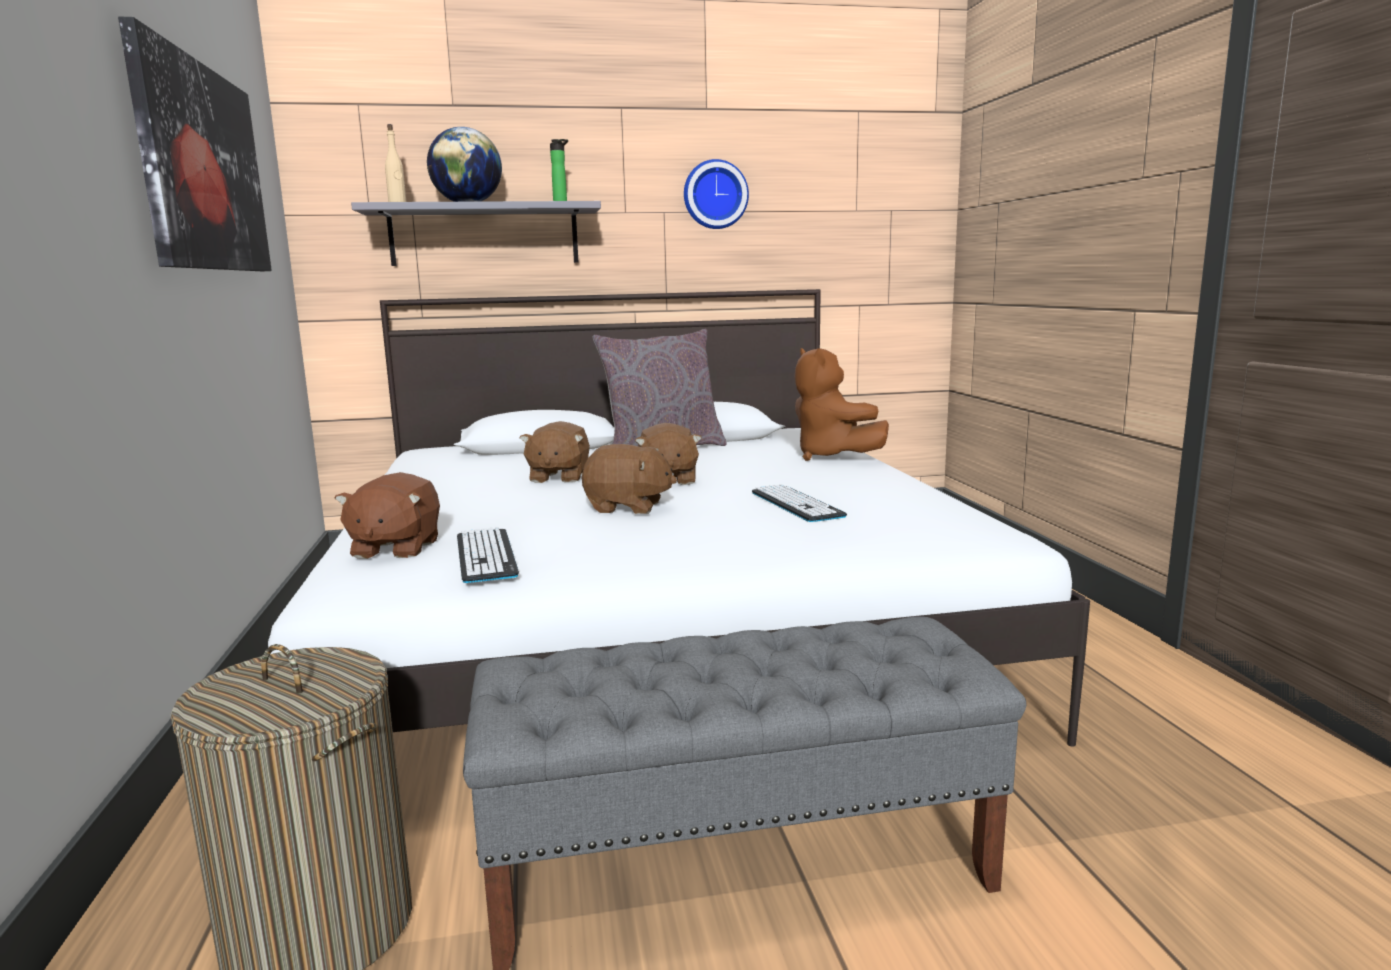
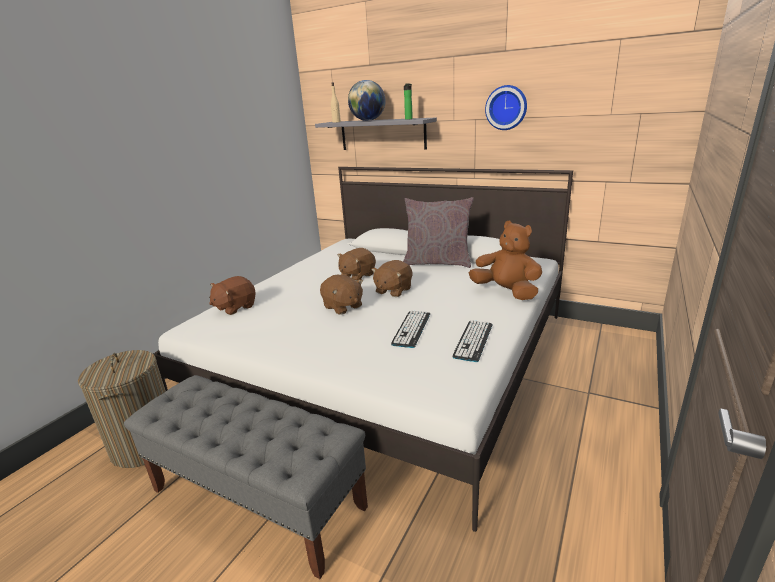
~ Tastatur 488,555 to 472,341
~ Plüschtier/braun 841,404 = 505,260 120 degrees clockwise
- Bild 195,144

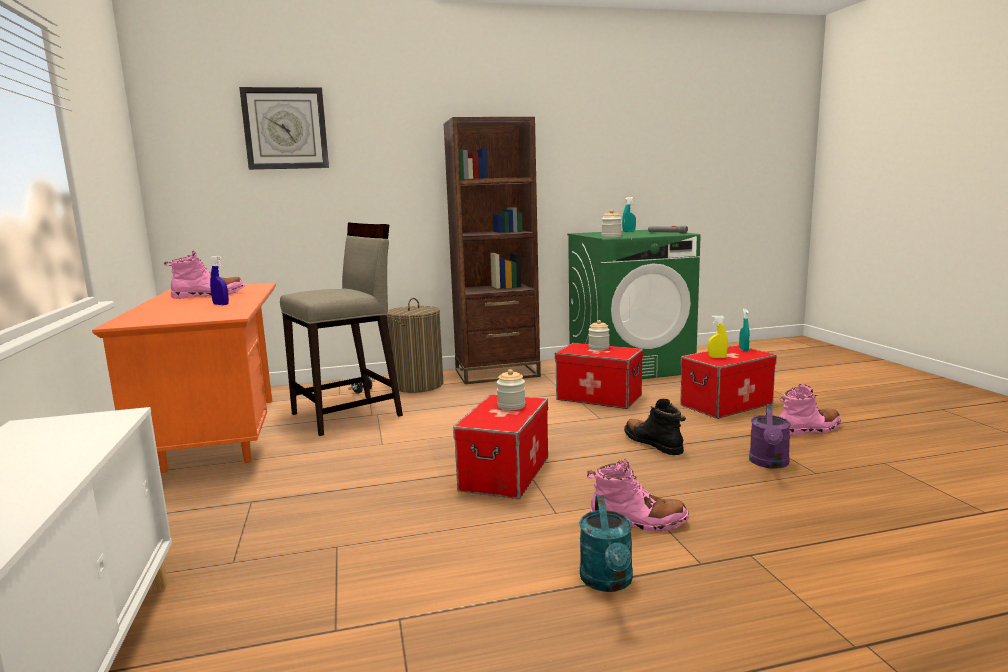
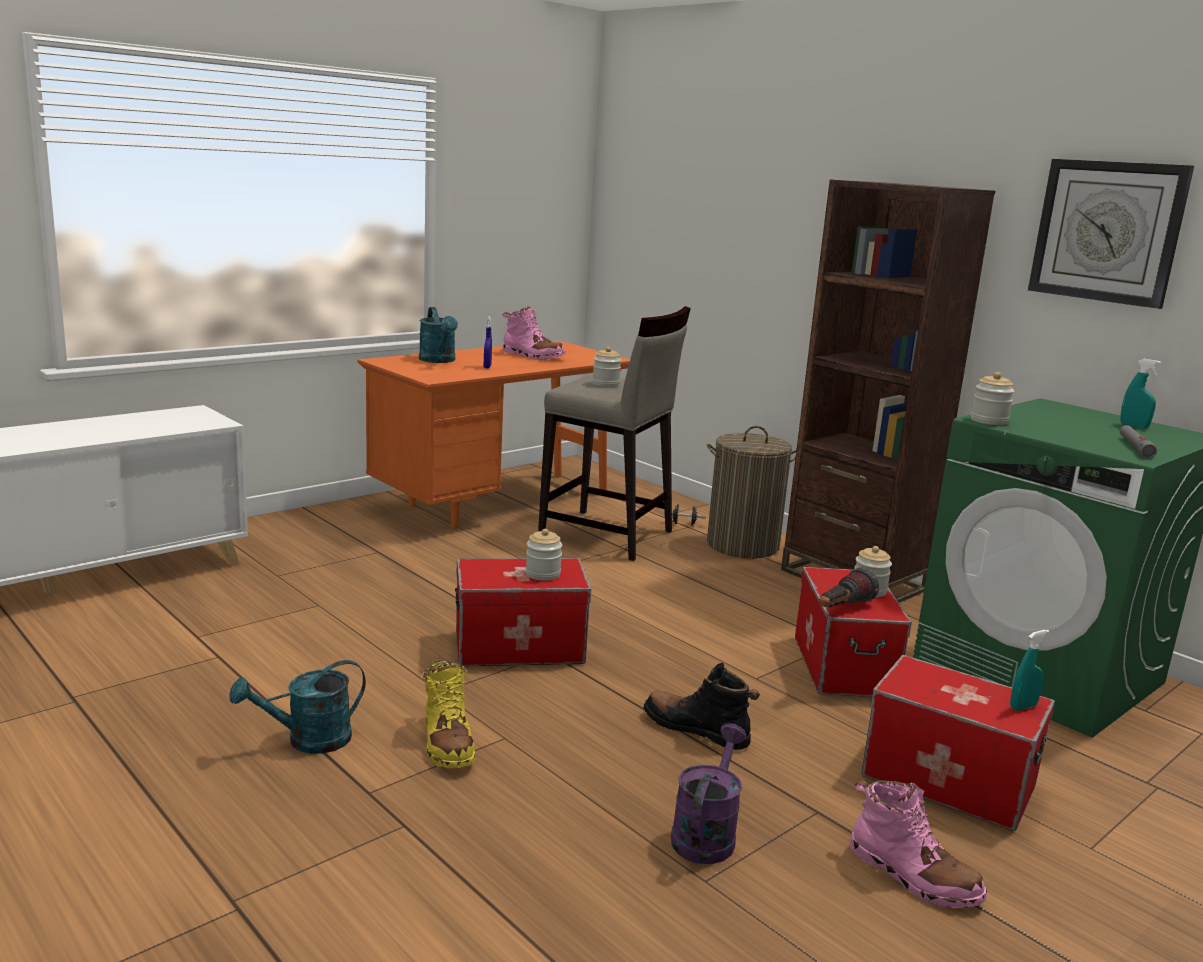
+ Gießkanne/türkis 438,335
~ Stiefel/rosa 638,495 to Stiefel/gelb 449,712
+ Vorratsglas 607,367
~ Stiefel/schwarz 655,427 = 701,706 90 degrees counterclockwise
~ Gießkanne/lila 770,436 = 709,793 120 degrees clockwise
+ Taschenlampe 849,587
~ Wanduhr 284,128 to 1111,234
- Sprühflasche/gelb 718,336

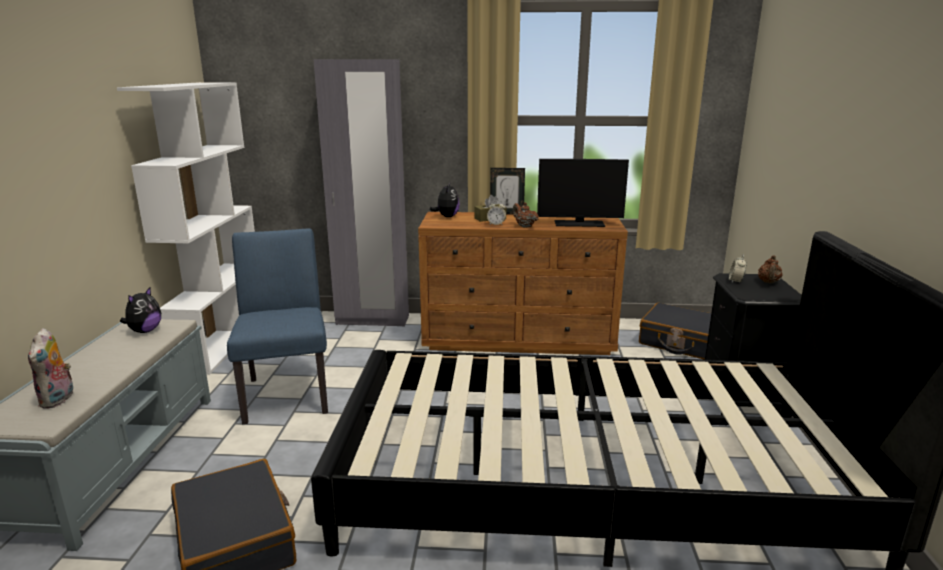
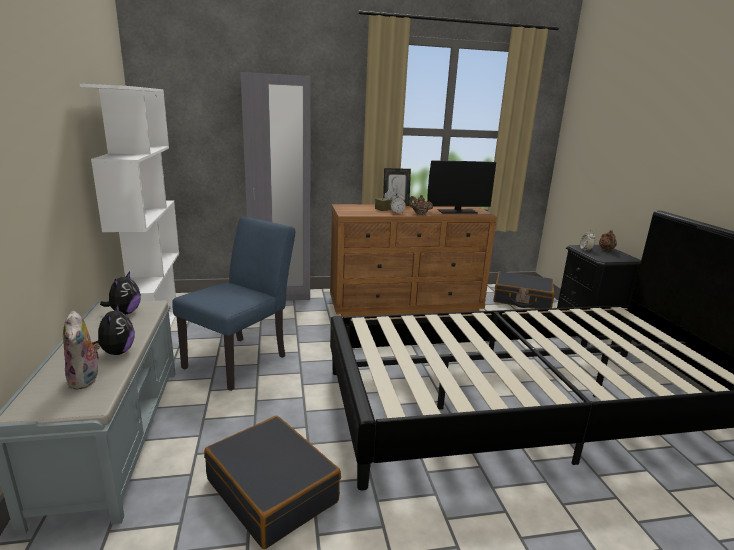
~ Plüschtier 445,200 to 113,329
~ Stuhl/blau 277,326 = 233,303 60 degrees clockwise

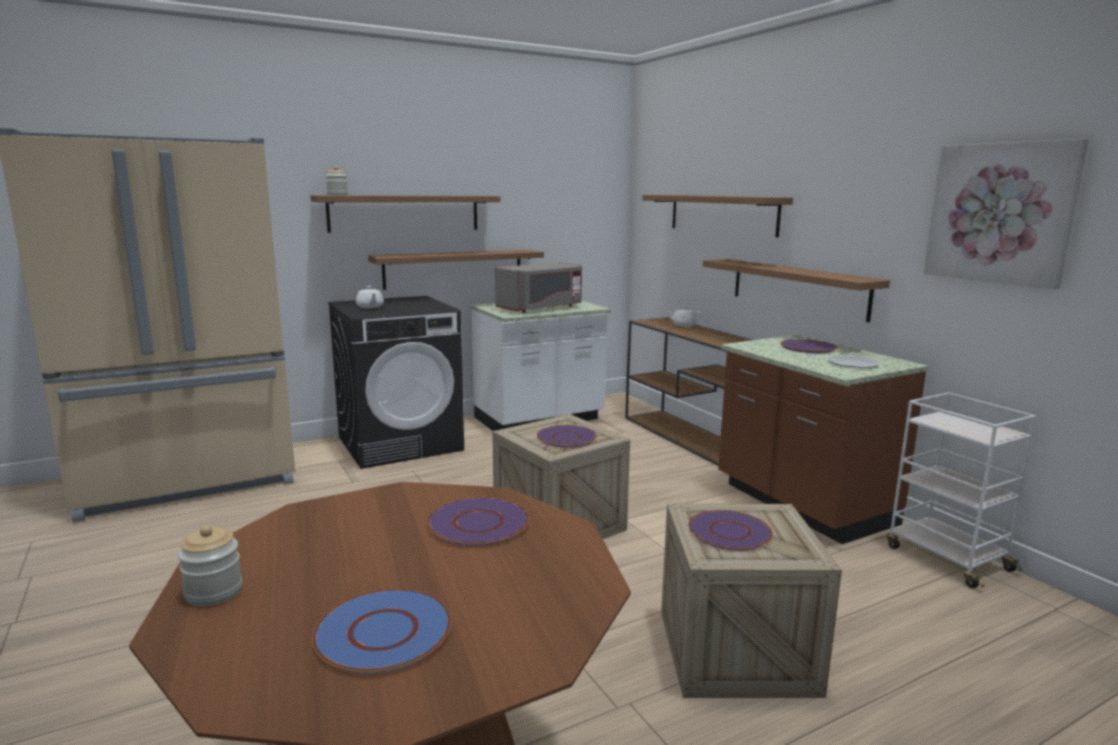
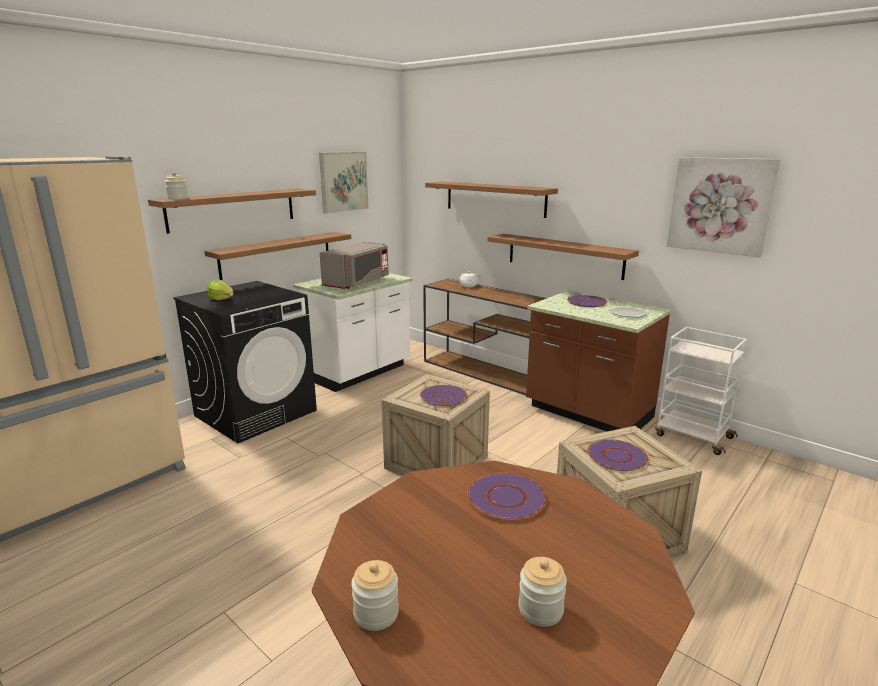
~ Teekanne/weiß 370,297 to Salatkopf 220,290
+ Bild 344,183
~ Teller/blau 382,631 to Vorratsglas 542,592

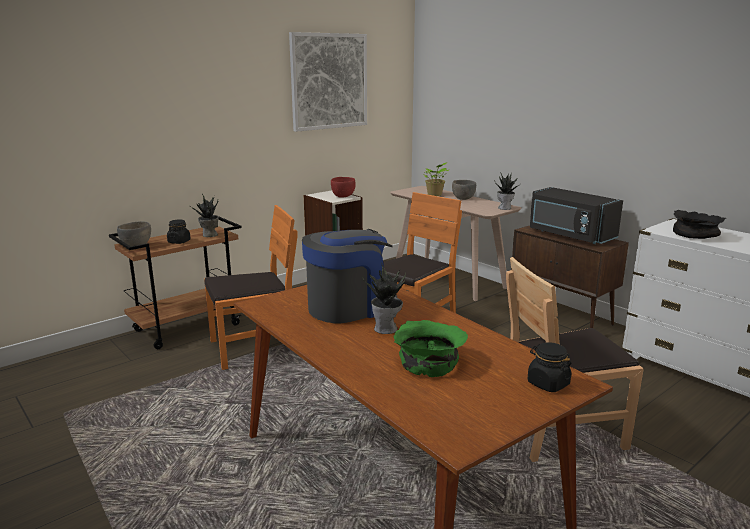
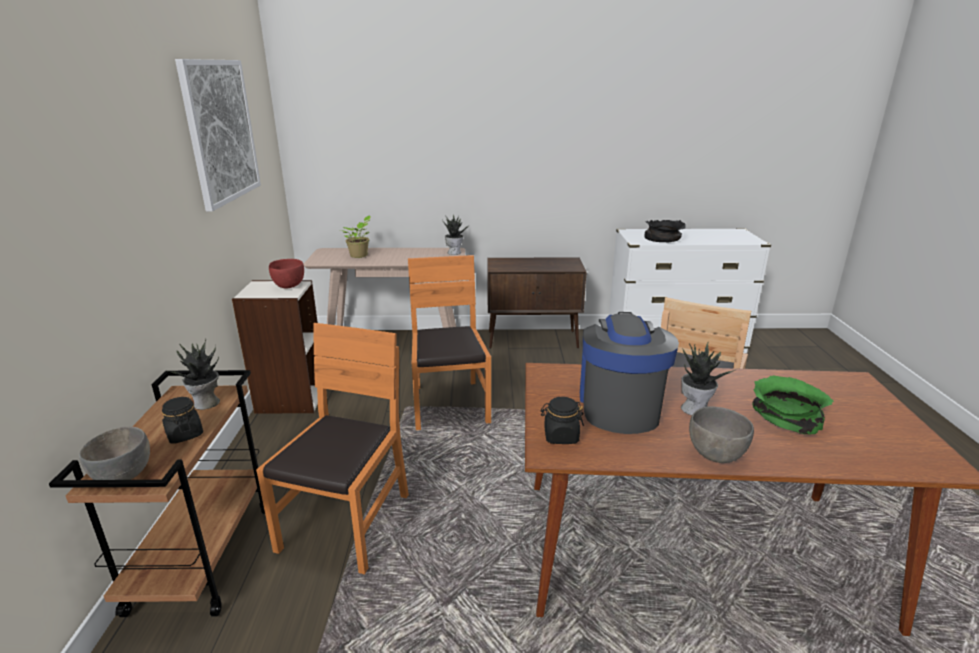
~ Vorratsglas/schwarz 549,367 to 562,420
~ Schüssel/grau 464,190 to 721,434
- Mikrowelle/schwarz 576,215

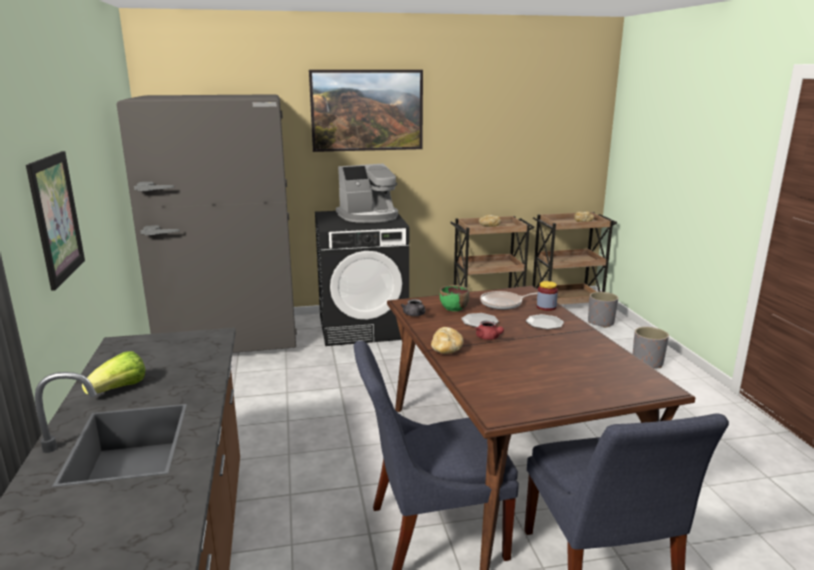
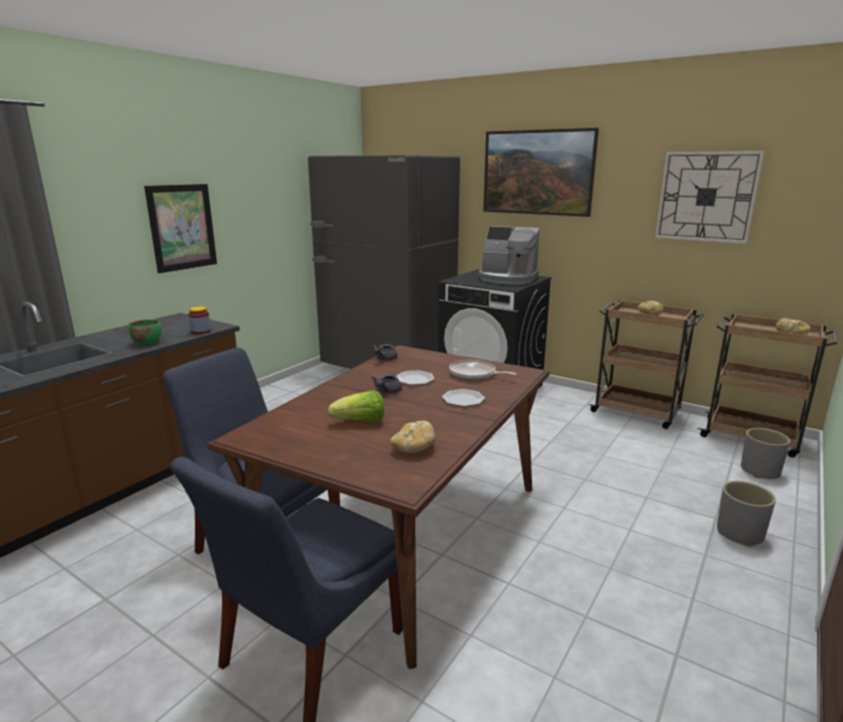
~ Schüssel/grün 454,298 to 145,332
~ Vorratsglas 547,296 to 199,320
~ Salatkopf 113,372 to 356,406
~ Teekanne/rot 489,330 to Teekanne/grau 386,384
~ Brot 447,340 to 412,436
+ Wanduhr 709,197

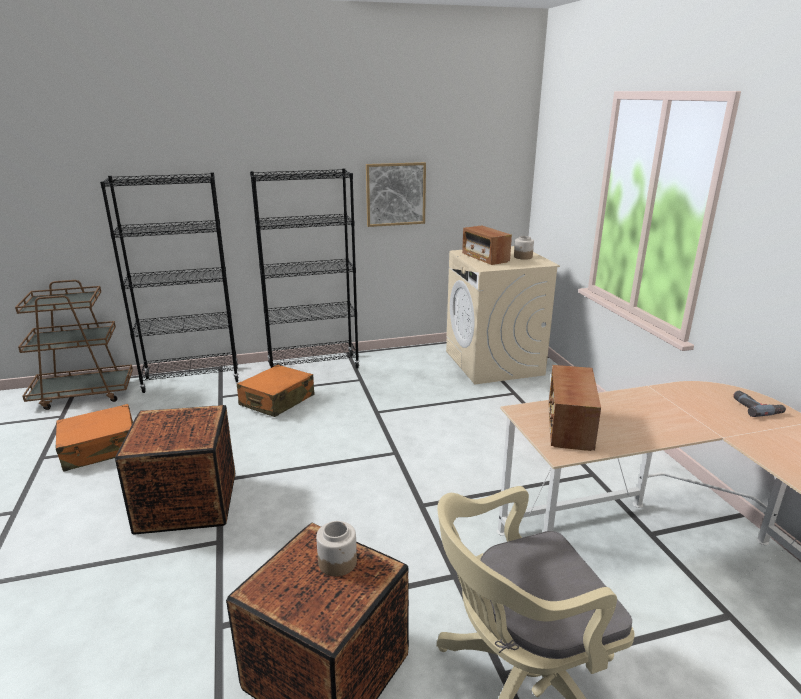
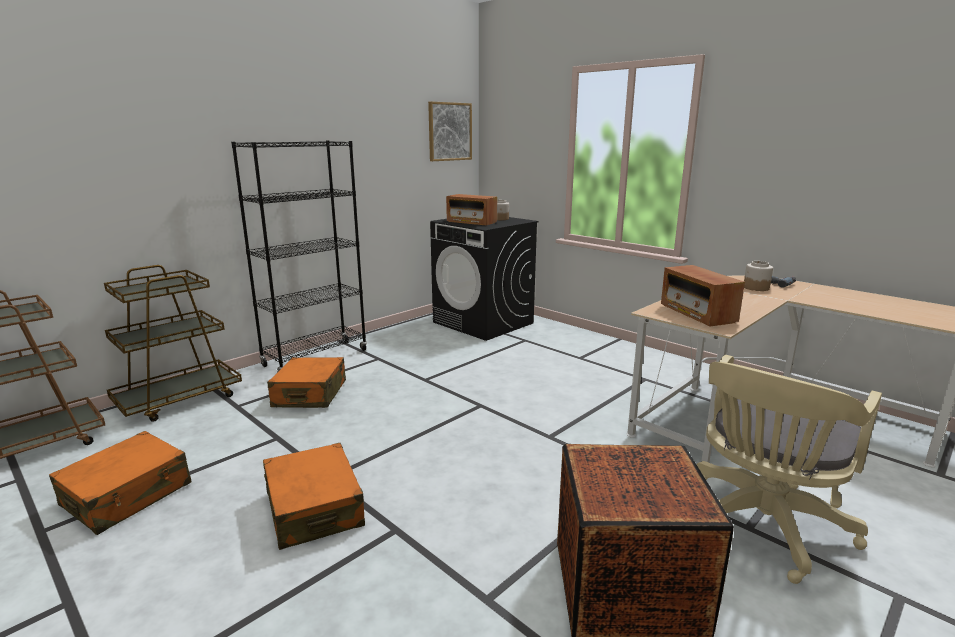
~ Bücherregal/schwarz 169,282 to Rollwagen/braun 173,343
~ Kiste 175,470 to Koffer/orange 314,496
~ Bild 396,194 to 450,131
~ Waschmaschine/beige 503,315 to Waschmaschine/schwarz 484,279
~ Vorratsglas 336,549 to 758,276

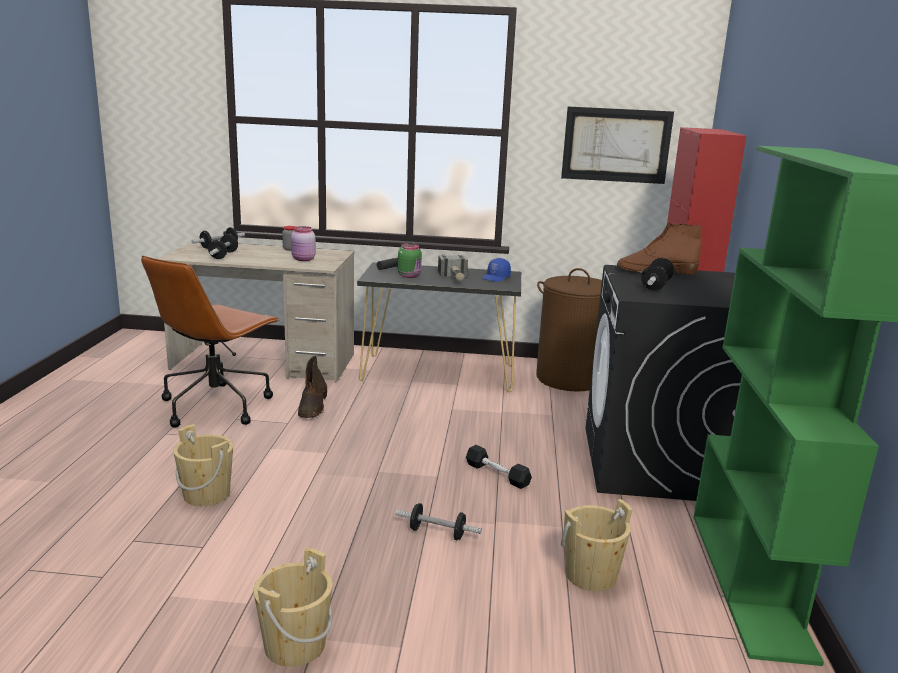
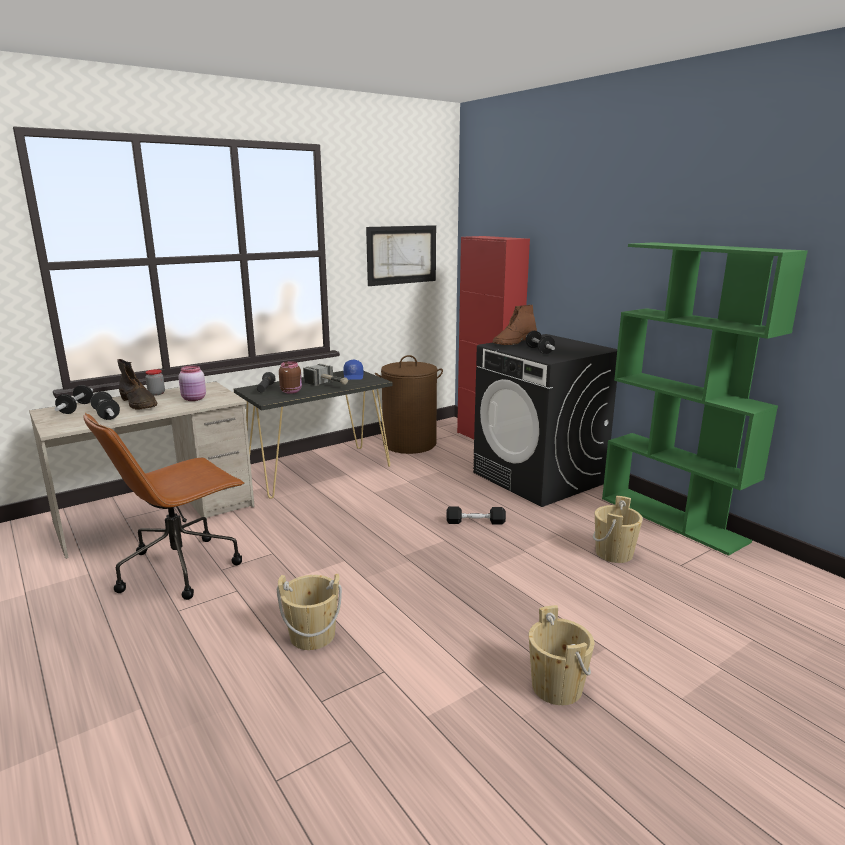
~ Bürostuhl/braun 210,342 = 164,506 60 degrees clockwise
~ Stiefel/braun 312,387 to 137,384
~ Vorratsglas/grün 410,260 to Vorratsglas/braun 290,377
- Hantel 439,521

